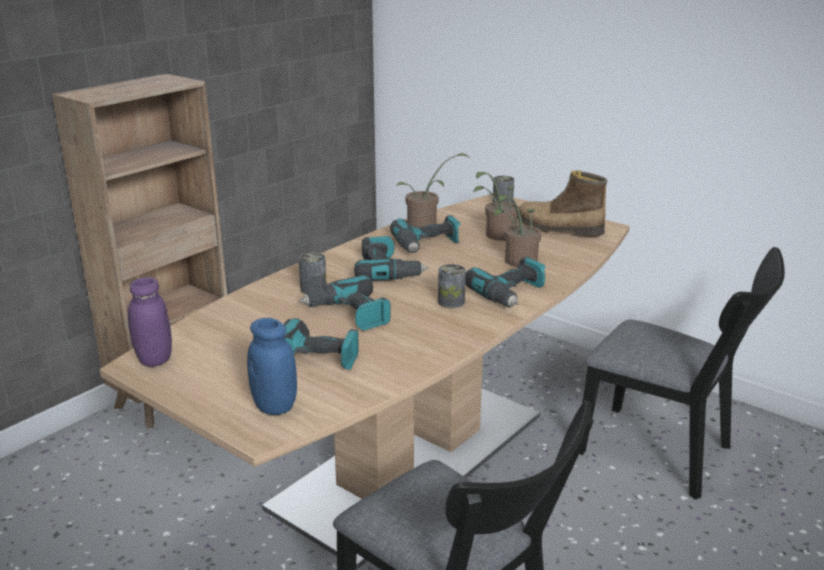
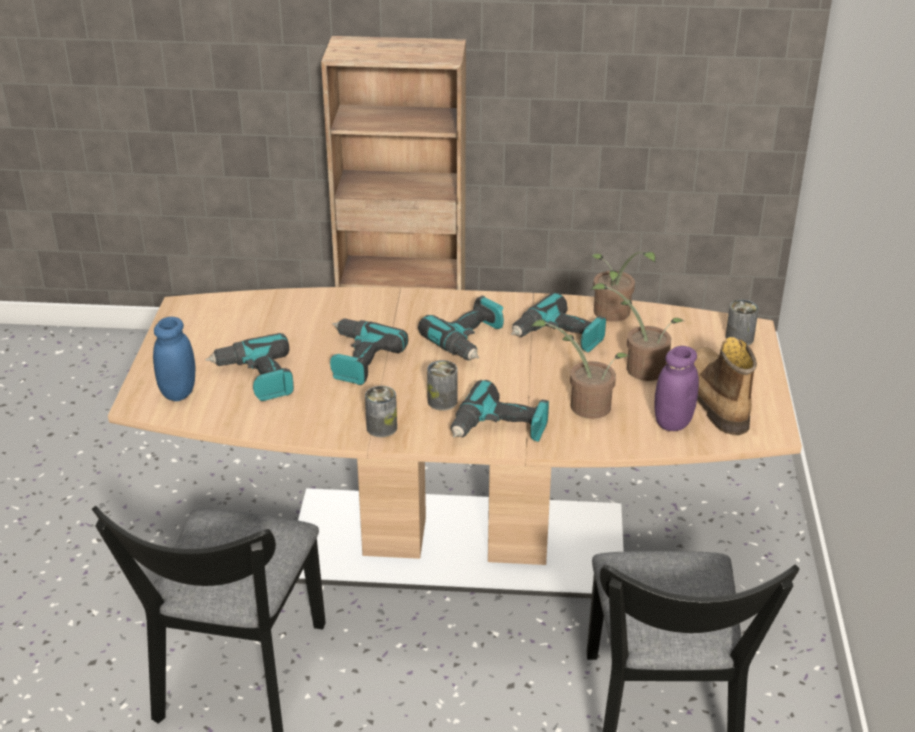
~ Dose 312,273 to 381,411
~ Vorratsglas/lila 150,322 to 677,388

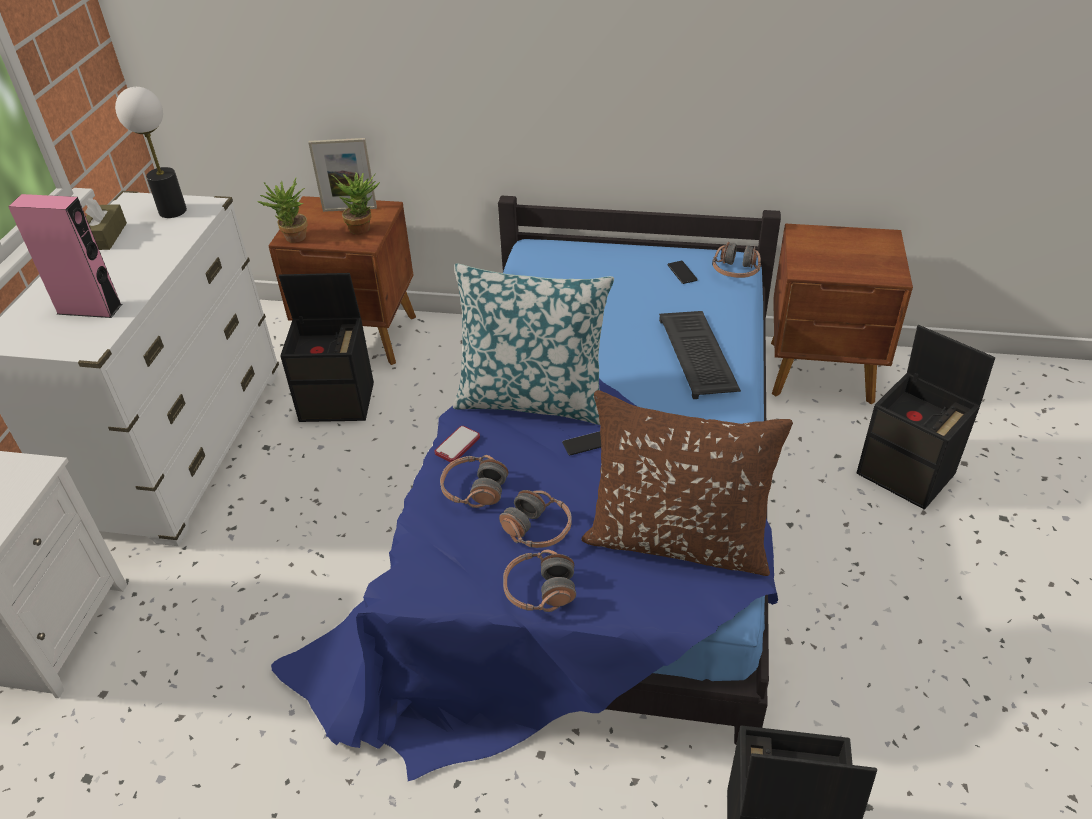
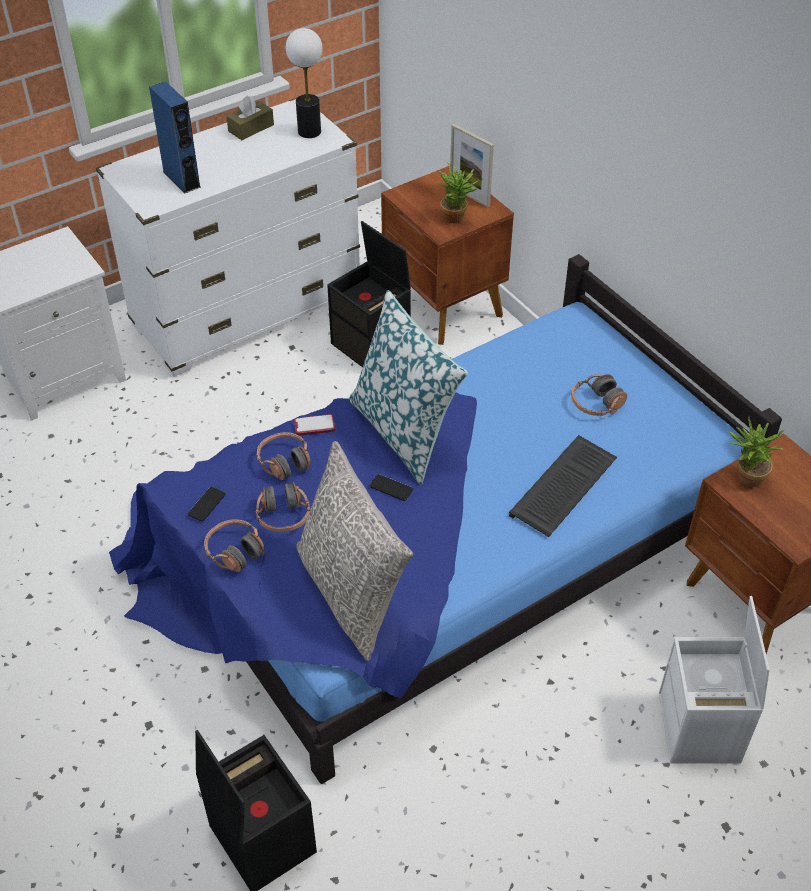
~ Lautsprecher/rosa 65,256 to Lautsprecher/blau 175,137
~ Handy 683,272 to 207,504
~ Kissen/braun 687,483 to Kissen/grau 354,551
~ Kopfhörer 736,260 to 599,395
~ Aufbewahrungsbox/schwarz 926,417 to Aufbewahrungsbox/weiß 714,680
~ Topfpflanze 283,210 to 757,451

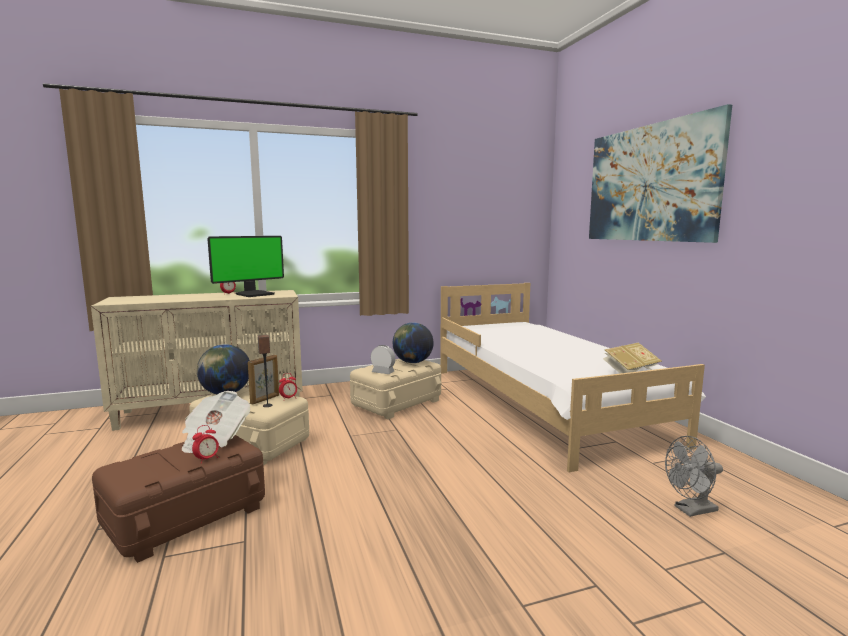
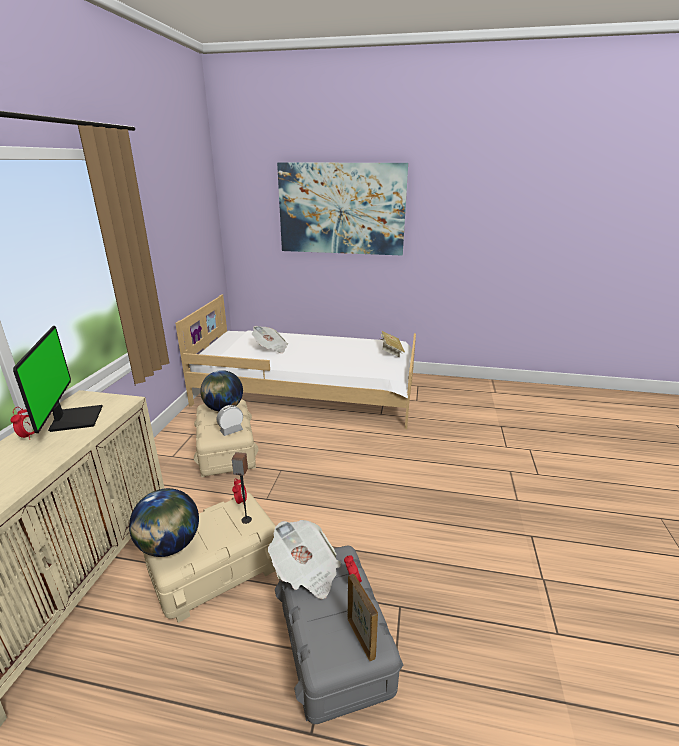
+ Zeitung 270,339
~ Aufbewahrungsbox/braun 178,499 to Aufbewahrungsbox/grau 339,634
~ Bilderrahmen 263,380 to 362,617
- Ventilator/grau 694,476

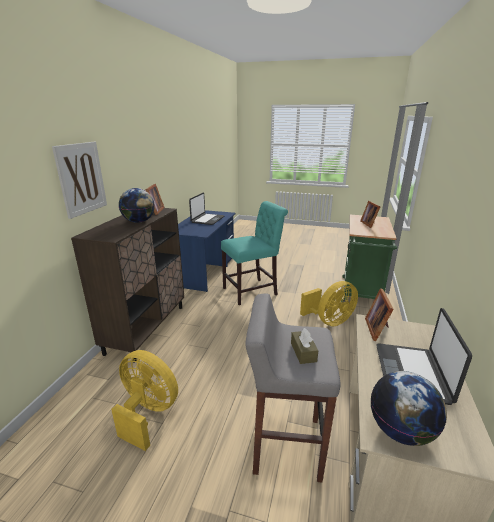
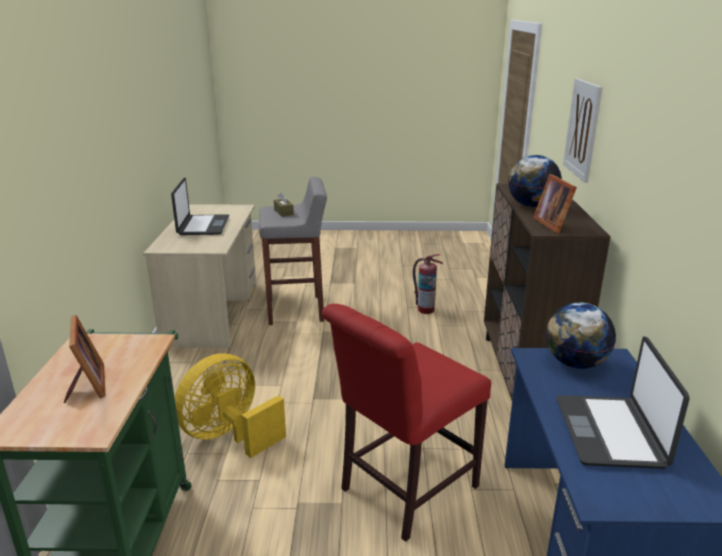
~ Stuhl/türkis 254,253 to Stuhl/rot 406,423
~ Ventilator/gelb 144,400 to Feuerlöscher 428,284
~ Globus 409,408 to 581,336
- Bilderrahmen 379,314

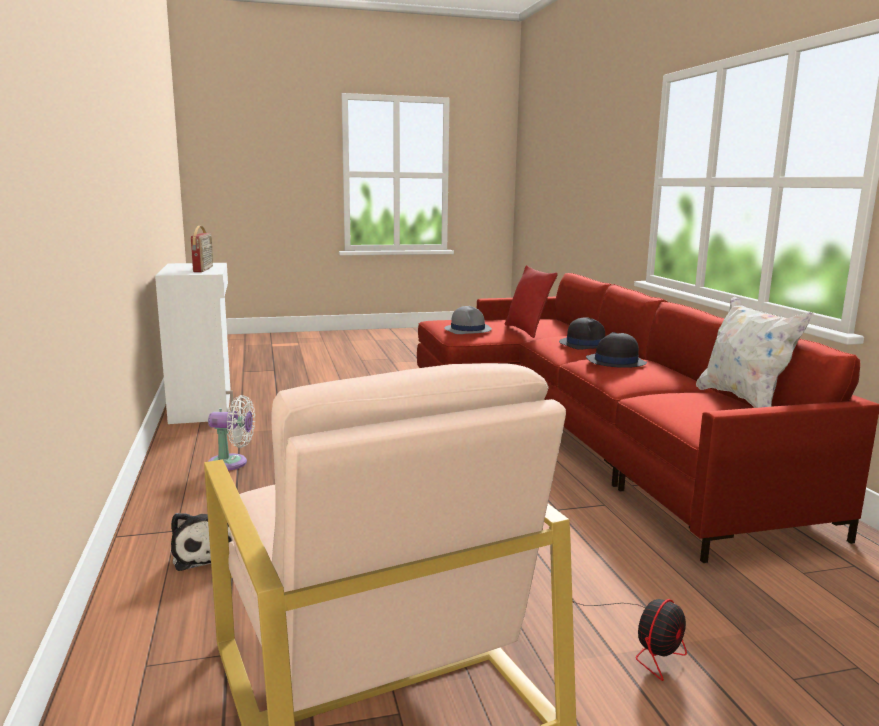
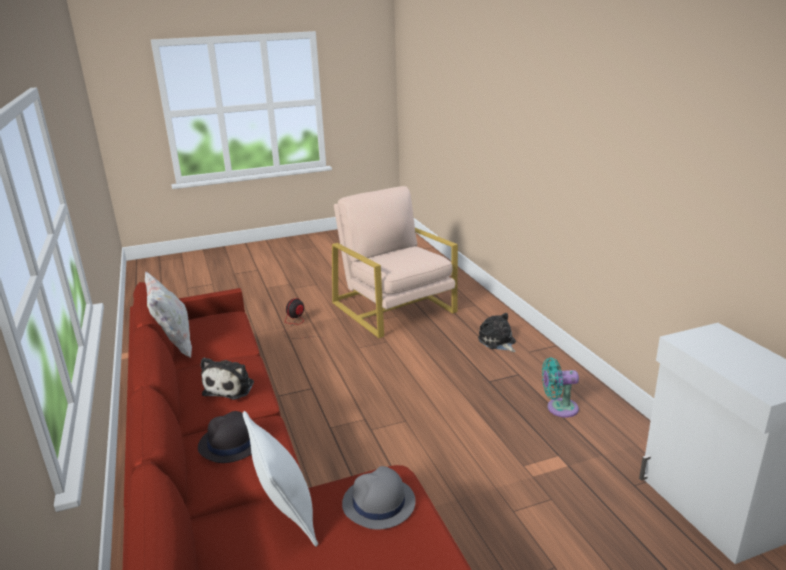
~ Hut/schwarz 616,350 to Plüschtier 227,378
~ Kissen/rot 531,301 to Kissen/weiß 280,479
~ Ventilator/weiß 231,433 to Ventilator/türkis 560,387
- Radio 202,249

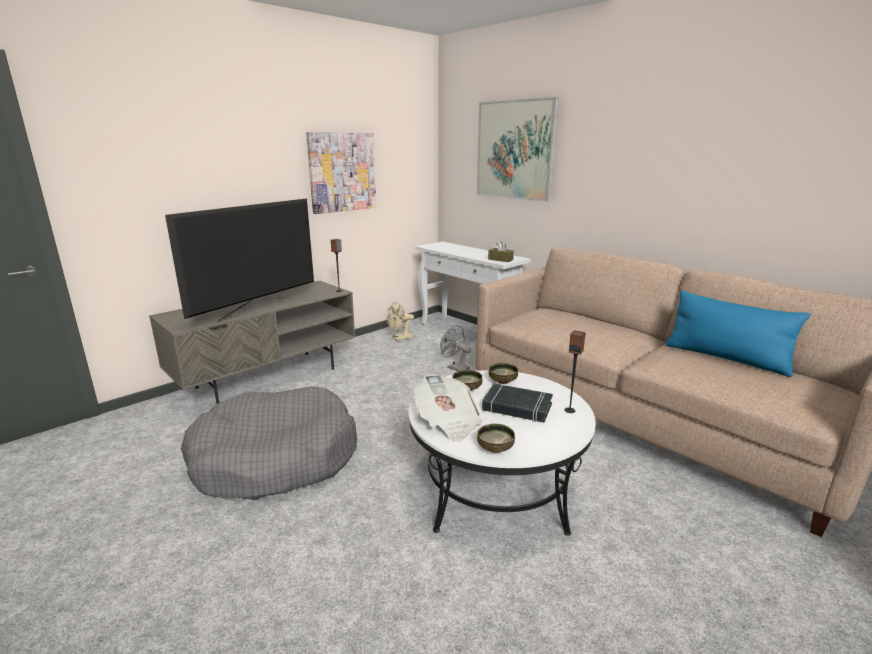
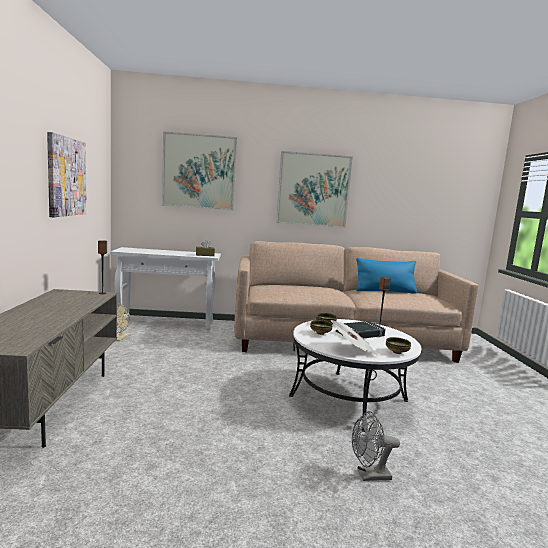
+ Bild 314,189
~ Ventilator/grau 455,348 to 376,446
- Fernseher 239,260
- Hundebett/grau 269,443

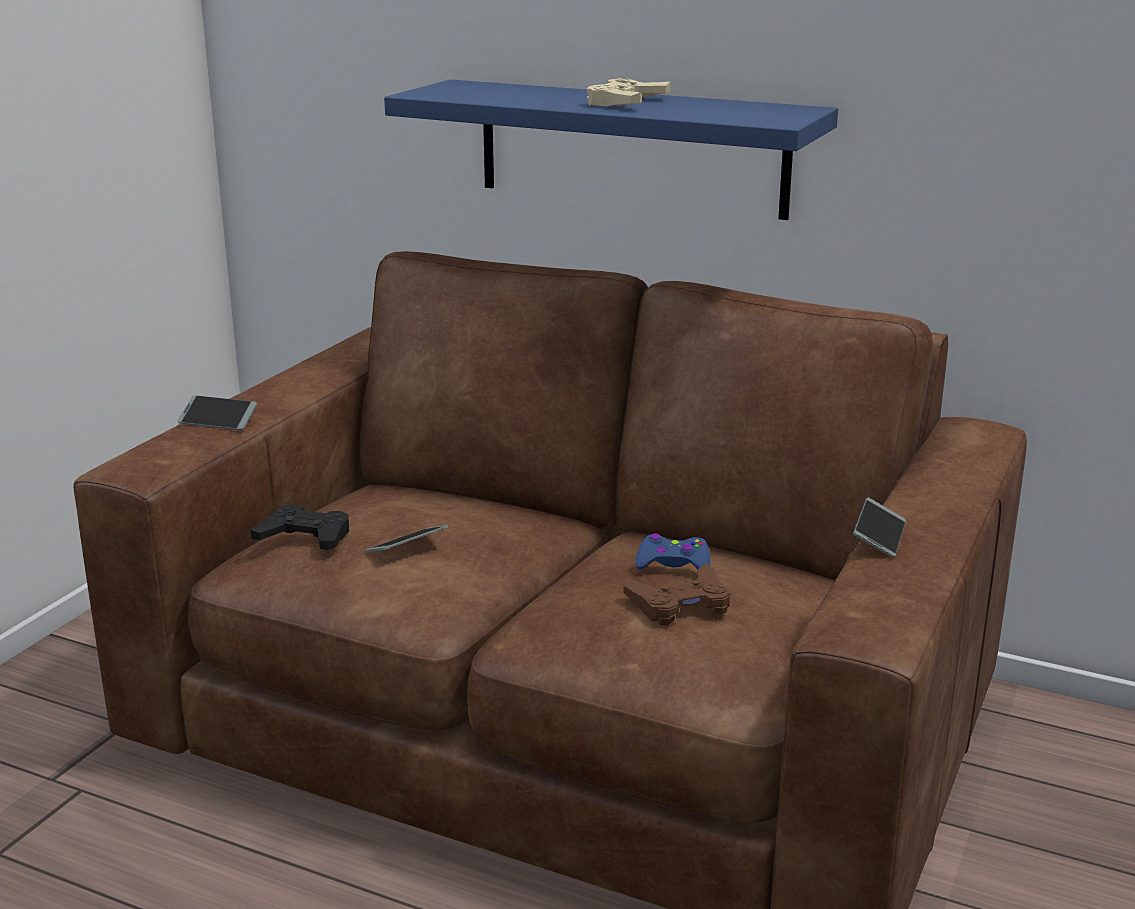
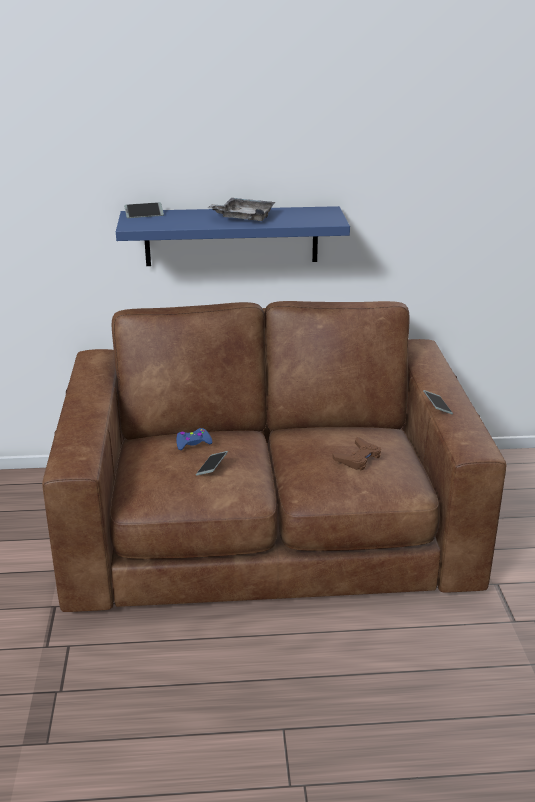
~ Handy 217,412 to 144,210
~ Gamepad/blau 672,551 to 194,439
~ Gamepad/beige 628,92 to Tablett/grau 241,209
- Gamepad/schwarz 300,527

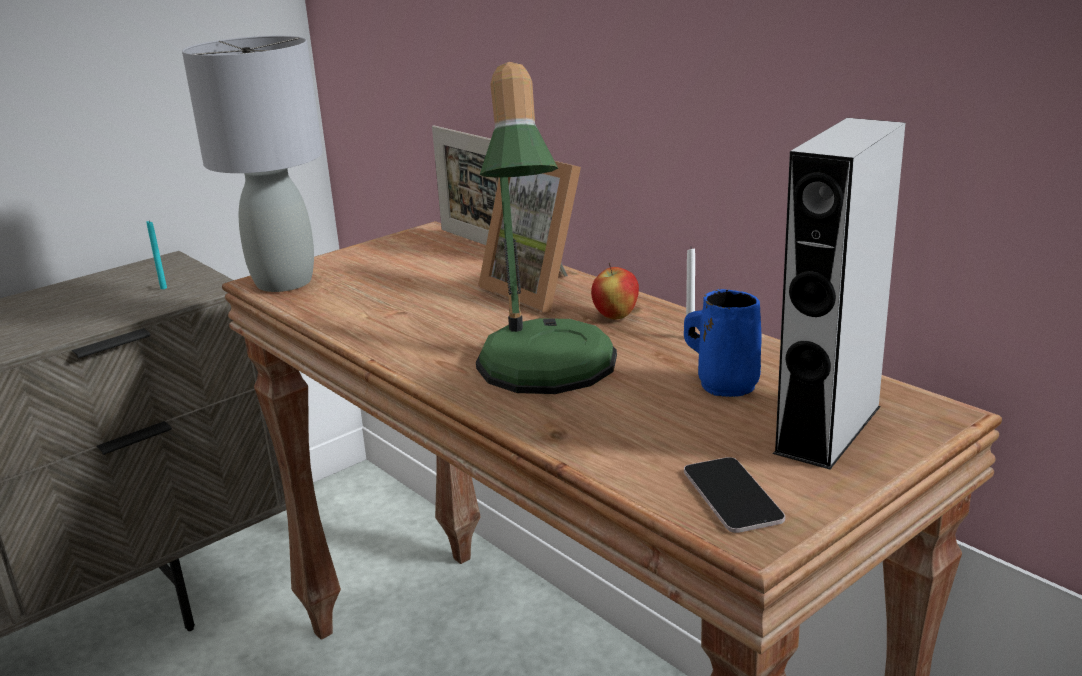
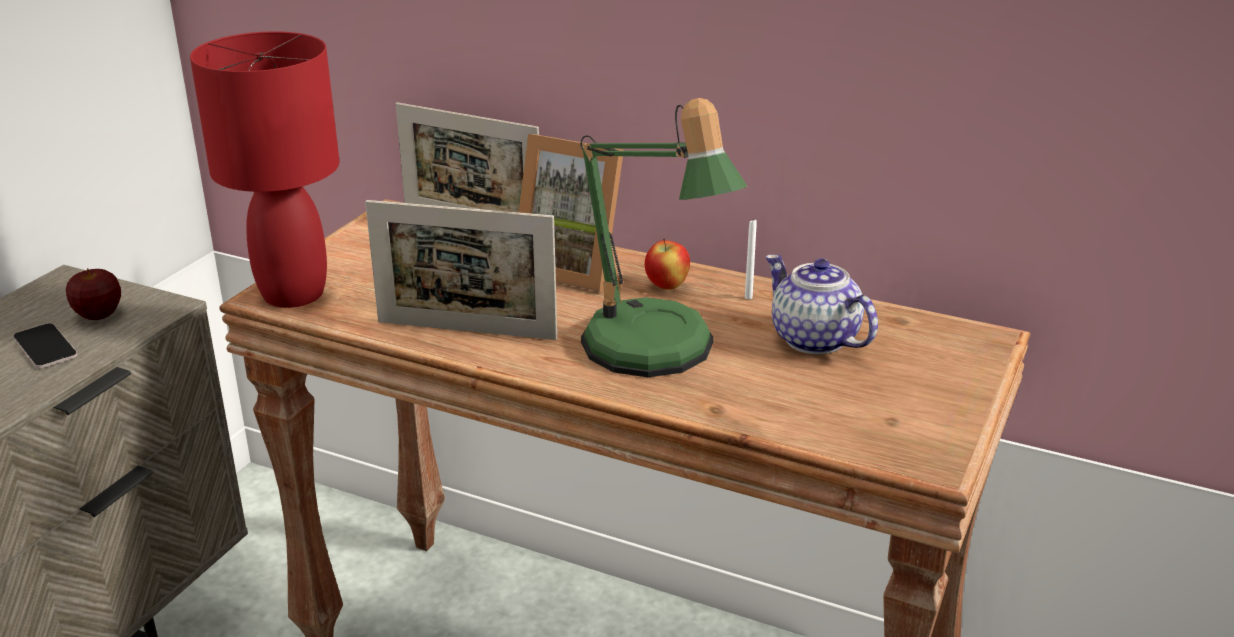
~ Handy 734,495 to 45,345
~ Kerze/türkis 157,255 to Apfel 93,294
~ Tischlampe/grau 252,164 to Tischlampe/rot 265,169
+ Bilderrahmen 461,270
~ Henkelbecher/blau 723,343 to Teekanne 822,304
- Lautsprecher/grau 839,293

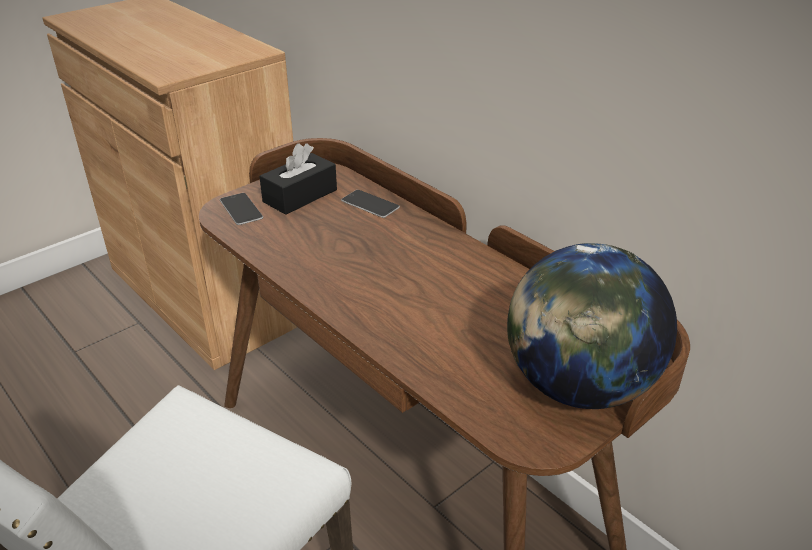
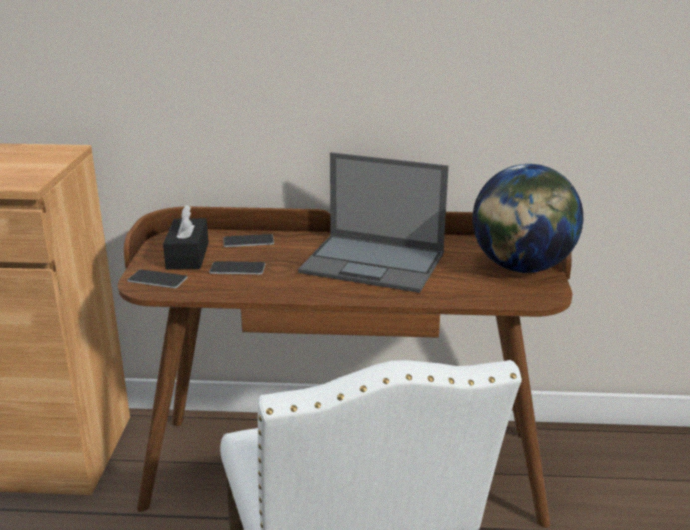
+ Handy 237,268
+ Laptop 373,222

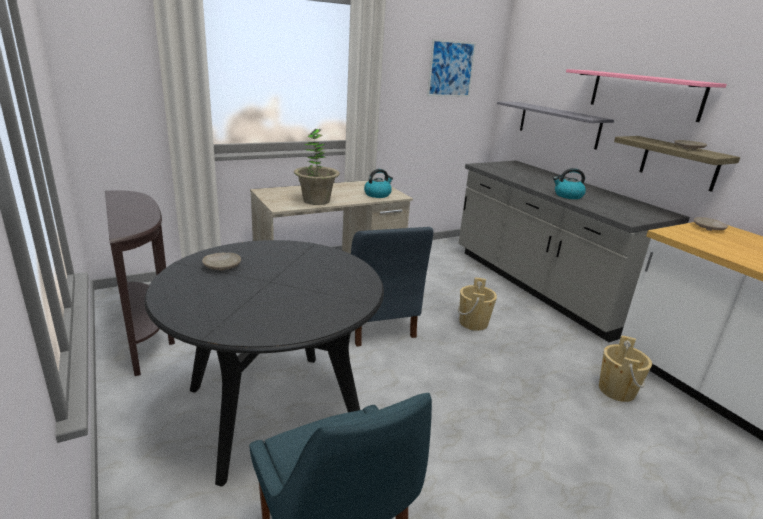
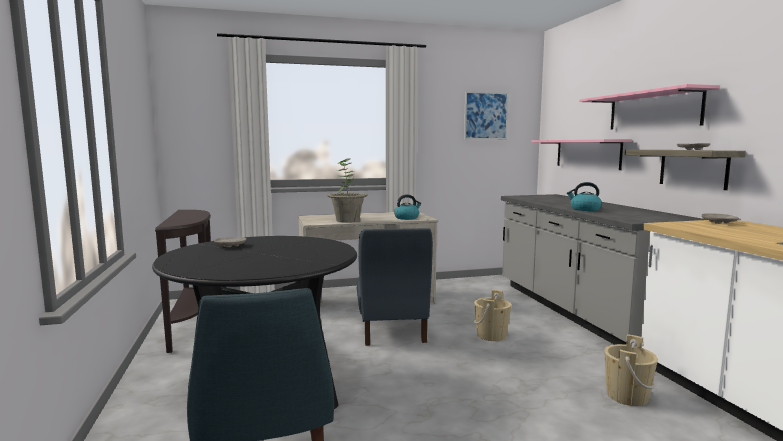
~ Wandregal/grau 555,126 to Wandregal/rosa 581,154

